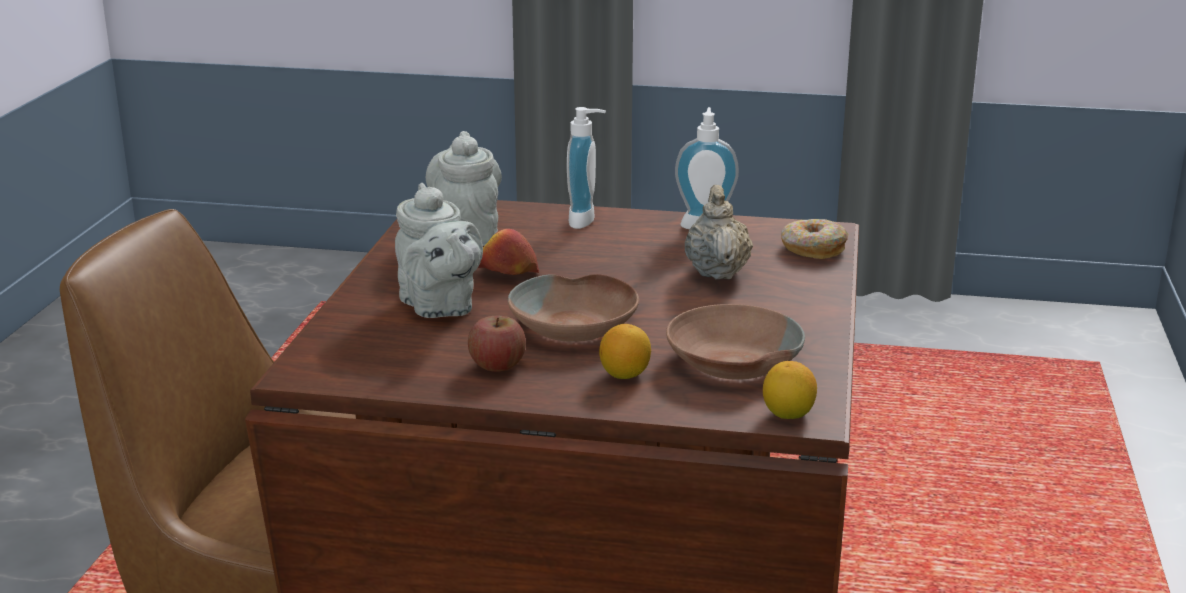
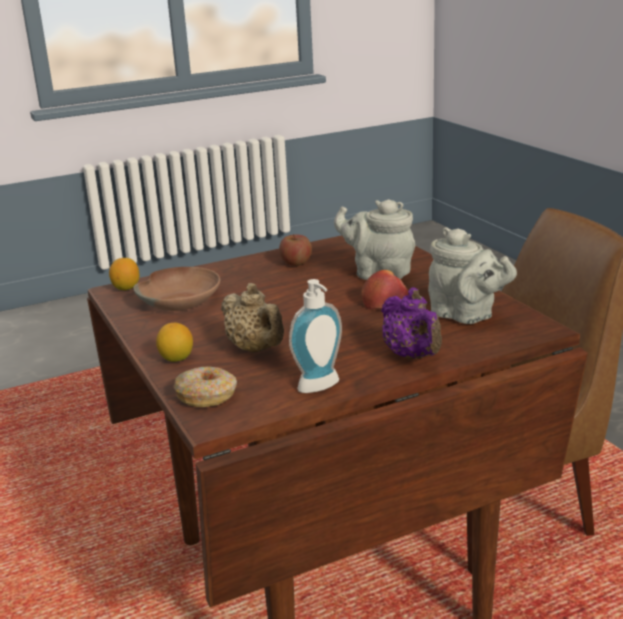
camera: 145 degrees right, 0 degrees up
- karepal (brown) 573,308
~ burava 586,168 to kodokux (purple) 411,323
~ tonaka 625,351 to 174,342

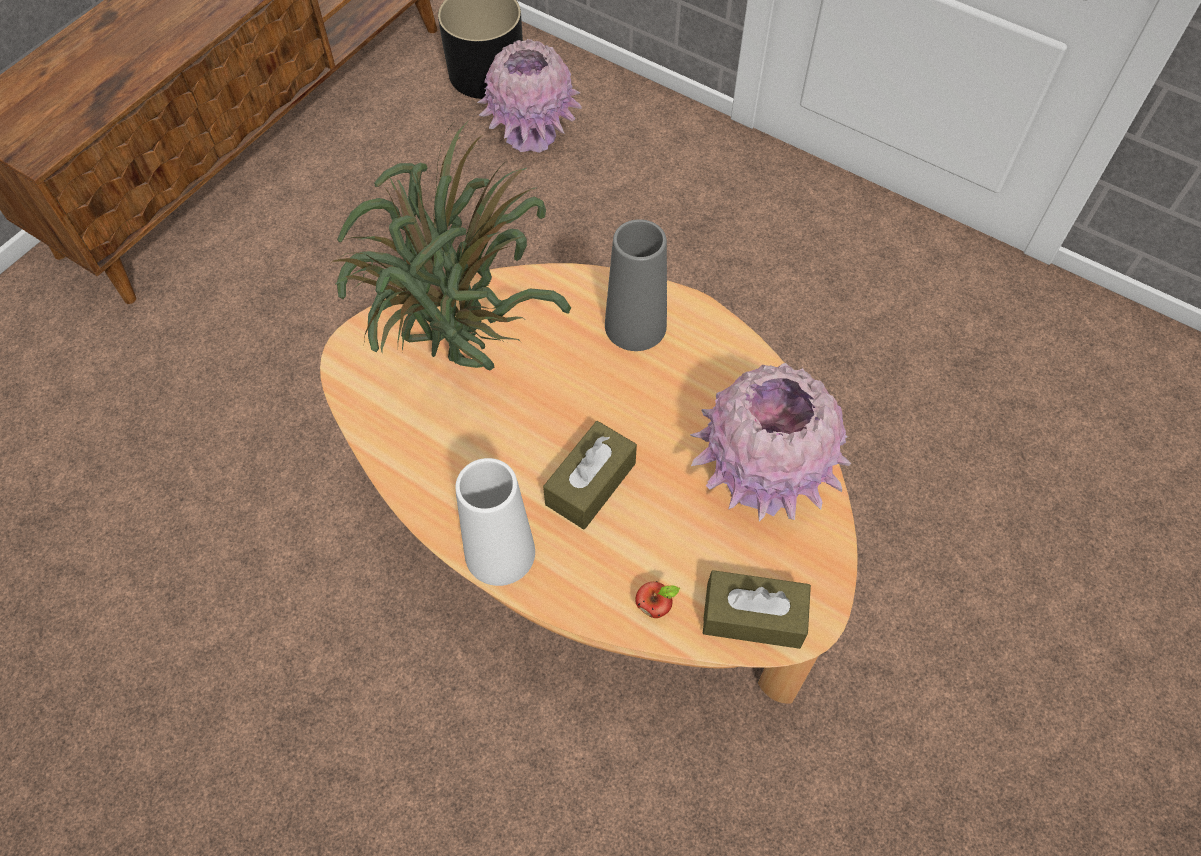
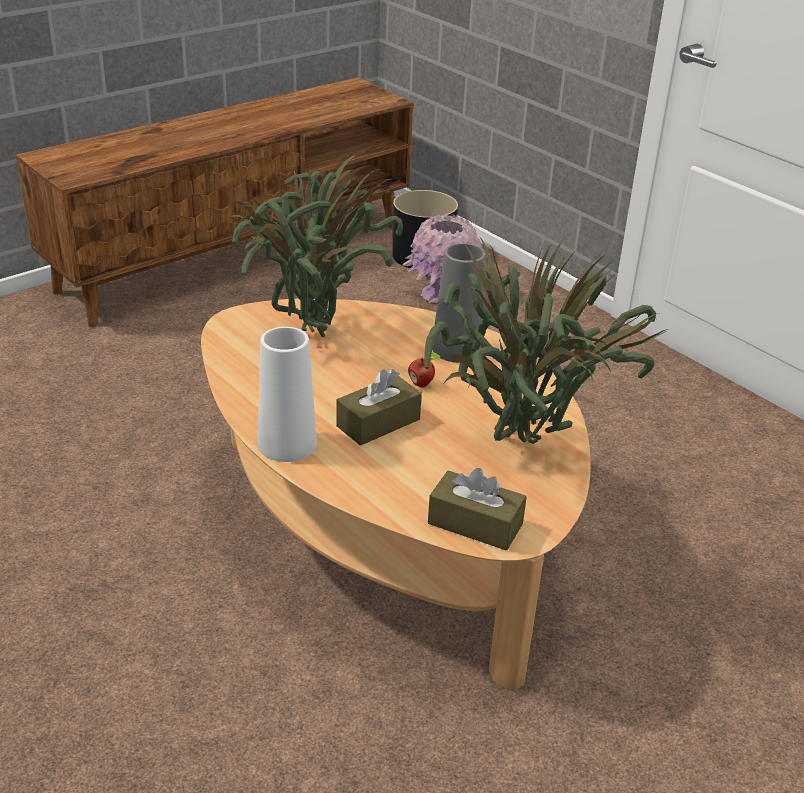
camera: 15 degrees right, 25 degrees down
~ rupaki 658,599 to 424,370
~ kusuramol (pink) 770,442 to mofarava 545,339

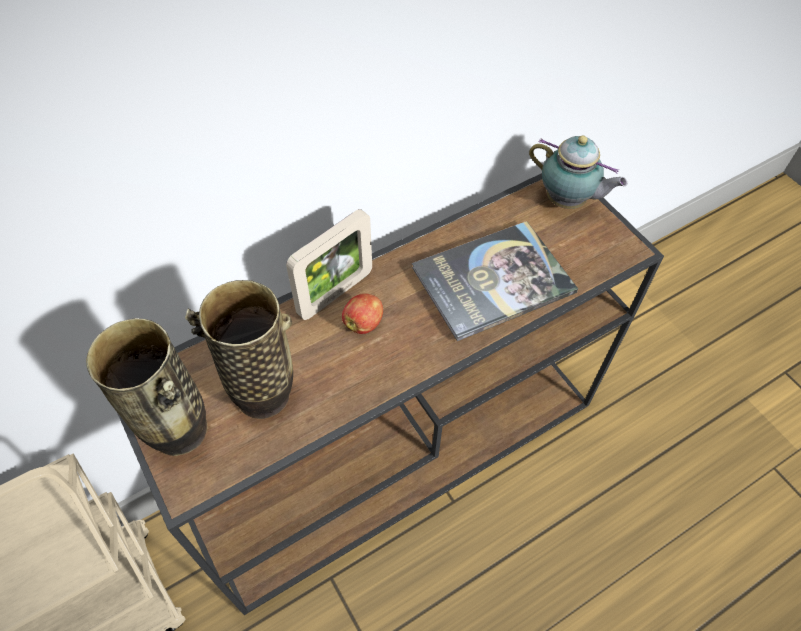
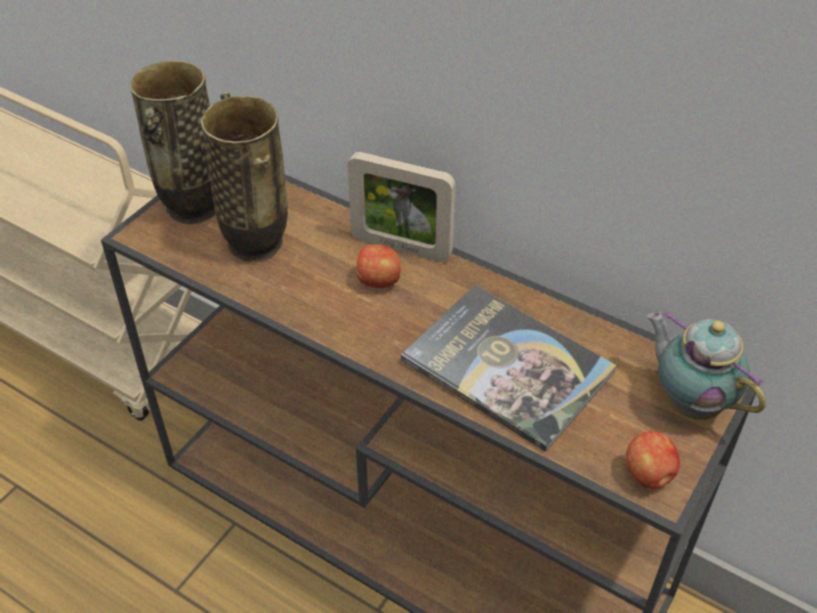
camera: 65 degrees right, 10 degrees down
~ kodokux 578,172 = 706,365 135 degrees clockwise
+ rupaki 653,460

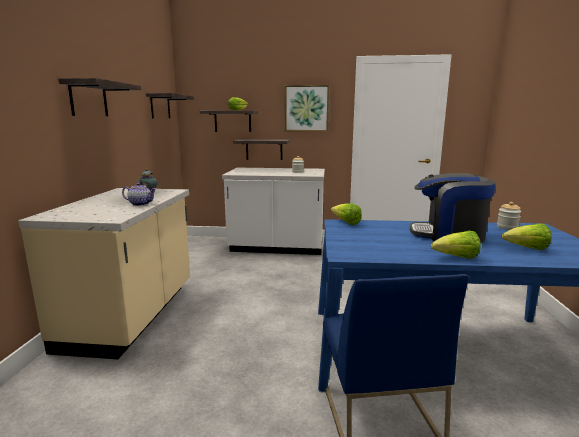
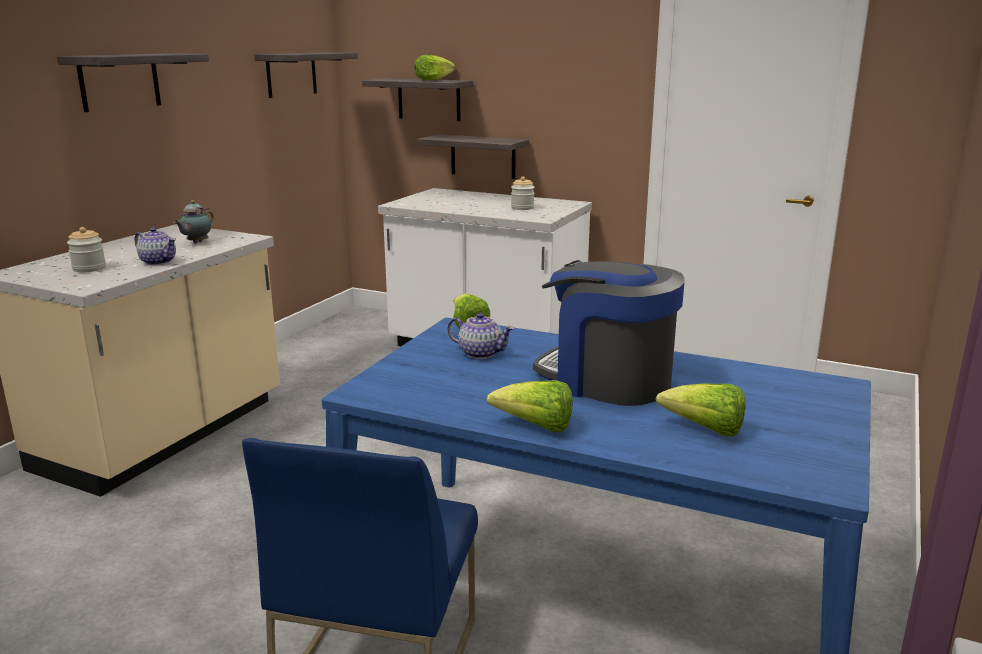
camera: 20 degrees right, 5 degrees up
- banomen 306,108
~ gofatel 509,216 to 86,249
+ kodokux 481,336

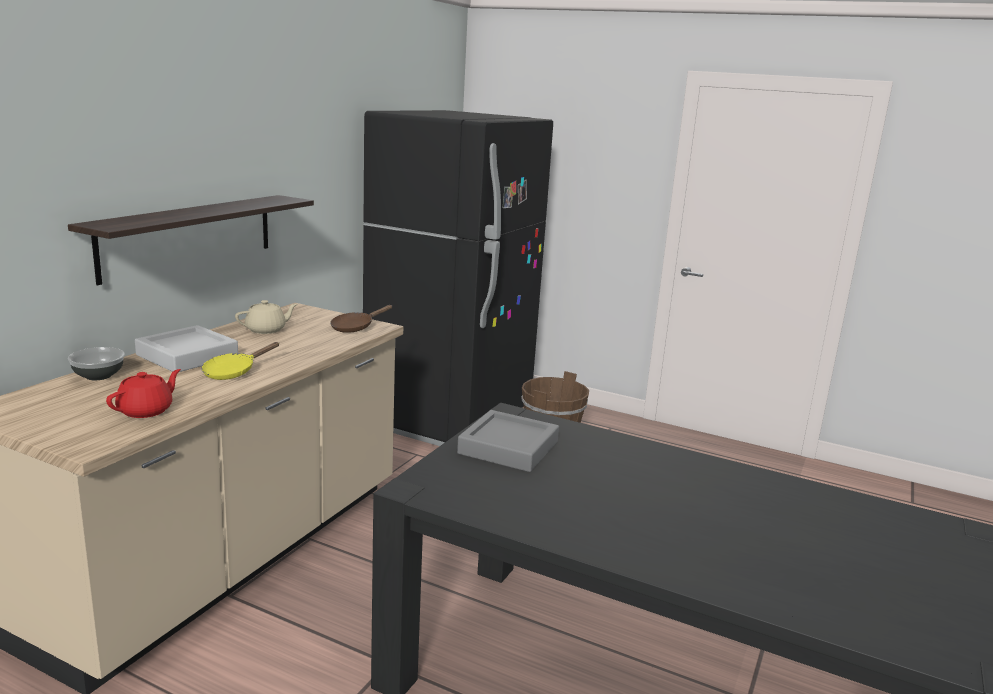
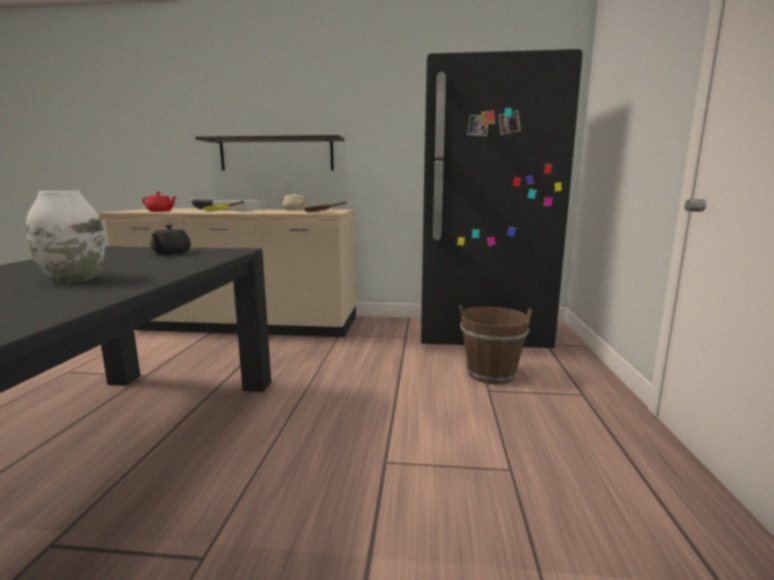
camera: 70 degrees right, 5 degrees down
~ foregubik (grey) 508,441 to kodokux (black) 170,240
+ kusuramol (white) 65,237

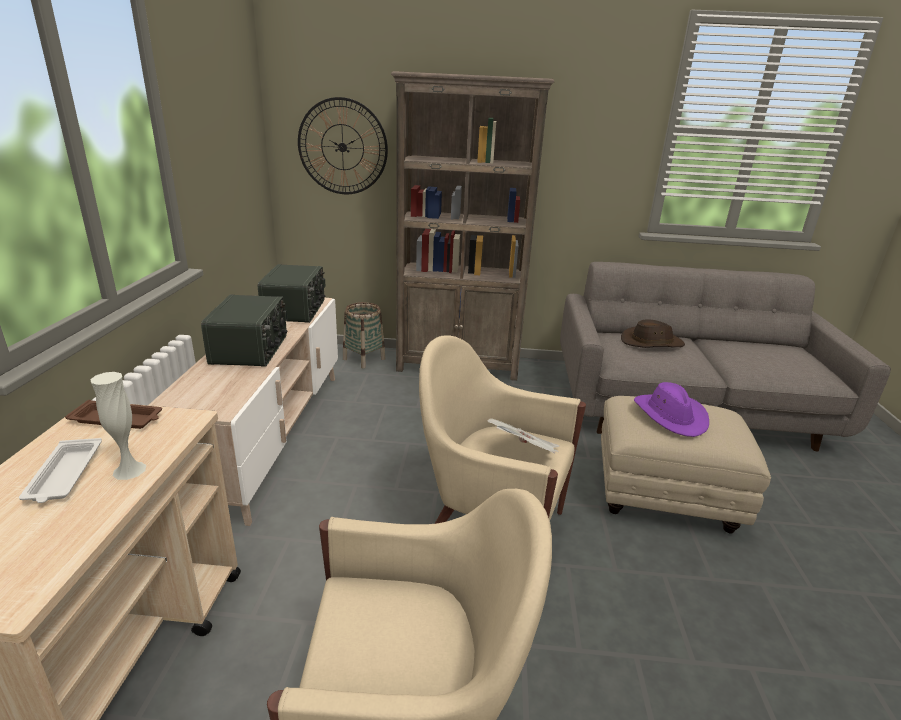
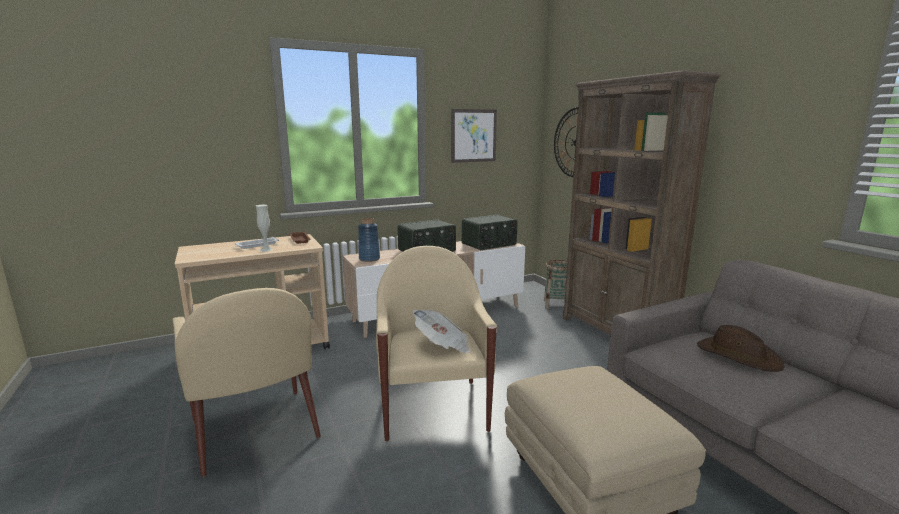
camera: 60 degrees right, 10 degrees down
- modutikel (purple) 671,409
+ kusuramol (blue) 369,240
+ banomen 474,136

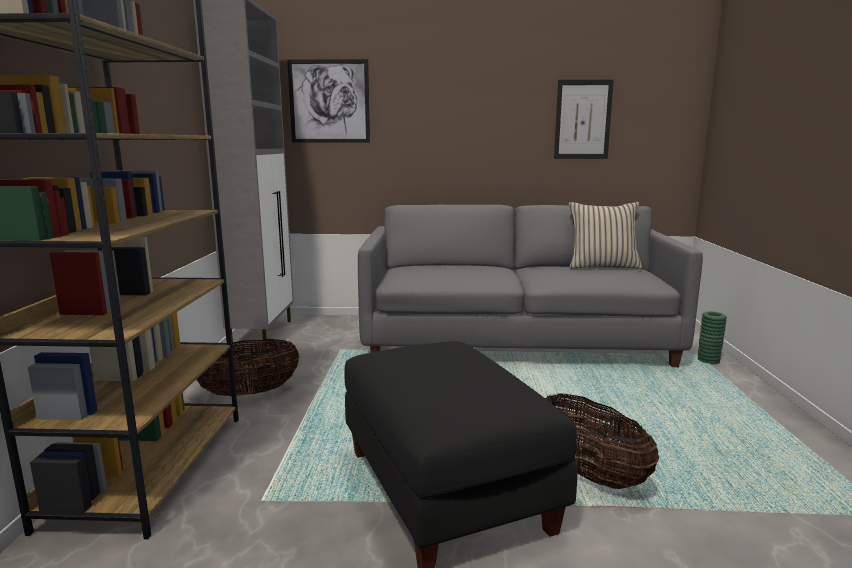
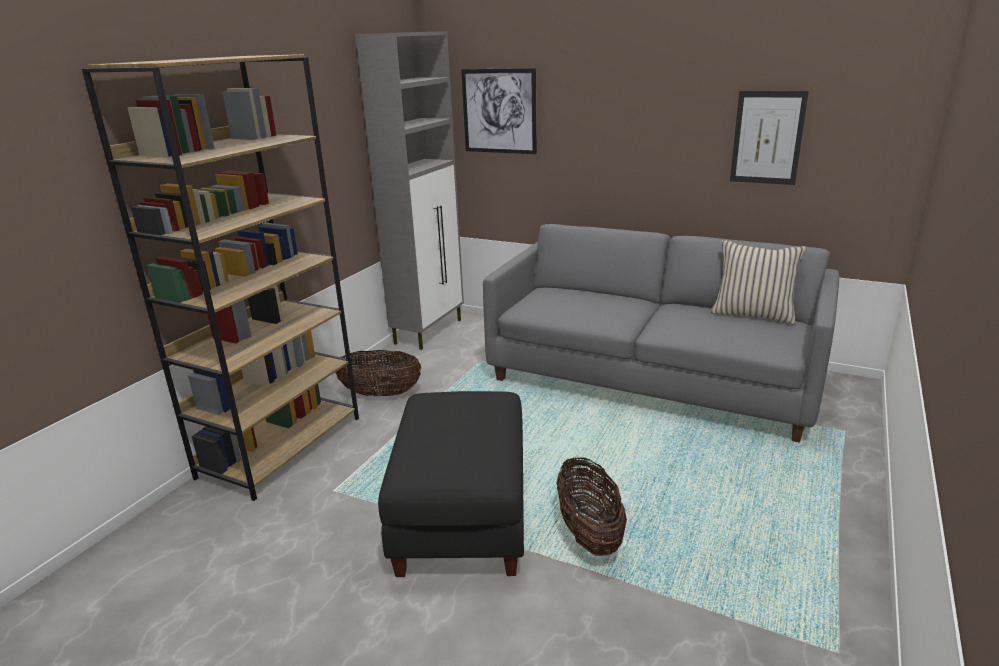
camera: 25 degrees right, 10 degrees up
- kusuramol (green) 712,337

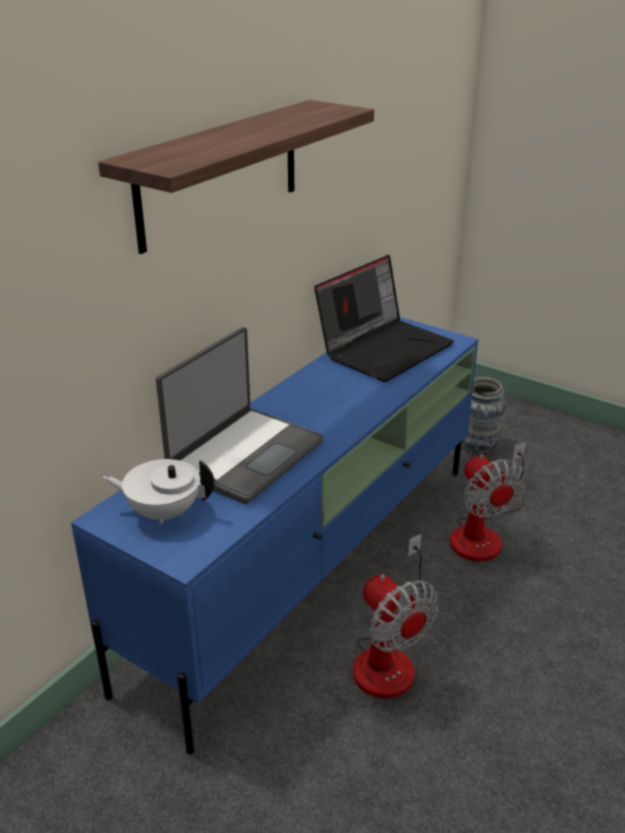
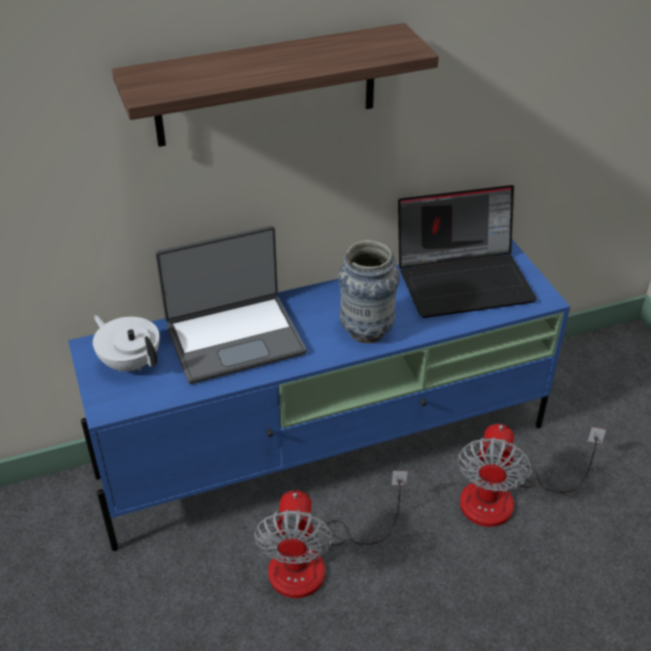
camera: 35 degrees right, 10 degrees up
~ kusuramol 484,416 to 369,291

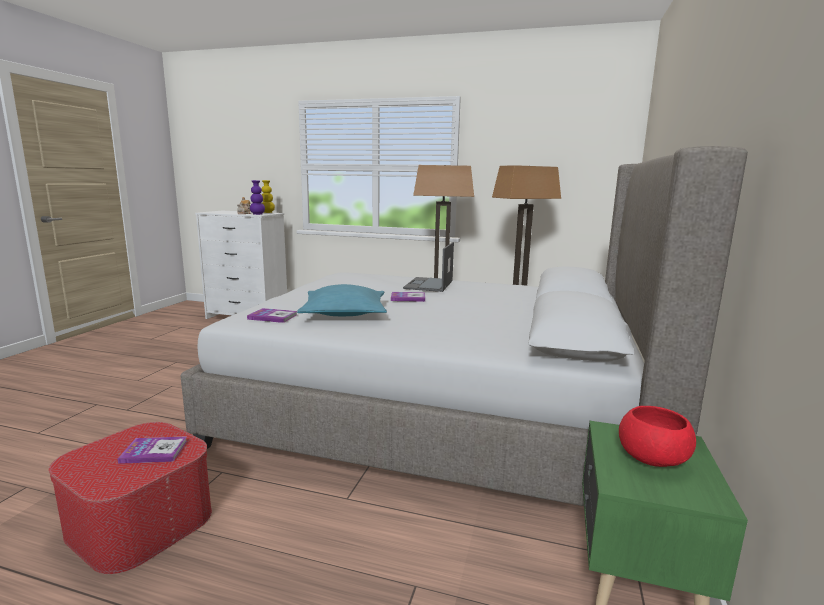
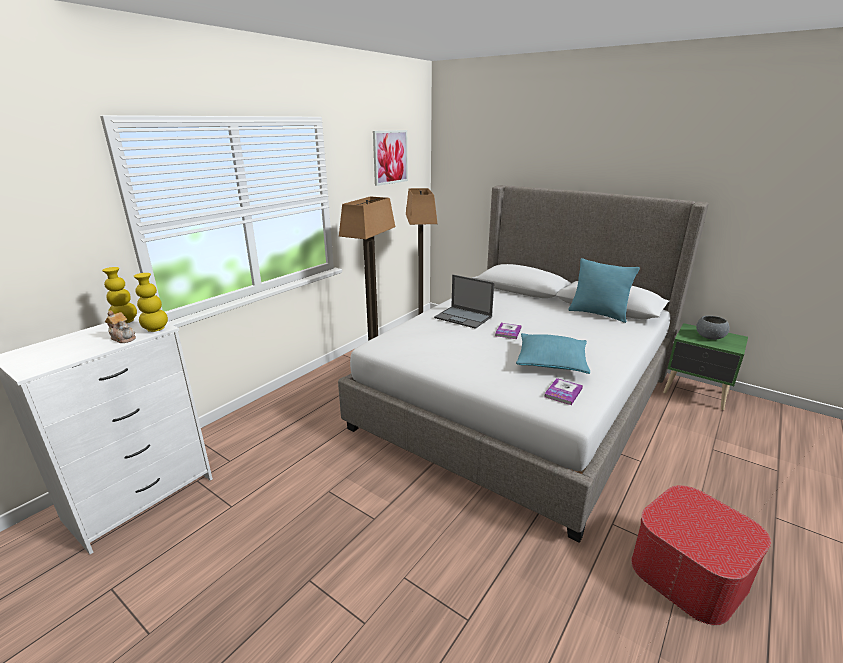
camera: 70 degrees left, 10 degrees up
- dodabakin 152,450
~ kusuramol (purple) 257,197 to kusuramol (yellow) 151,302
~ karepal (red) 657,436 to karepal (grey) 713,328
+ banomen 390,158
+ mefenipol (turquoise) 604,290

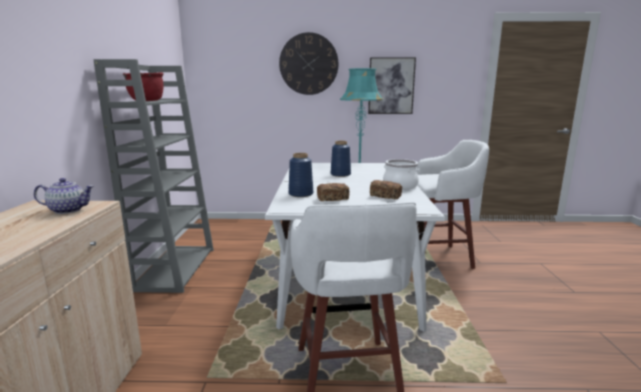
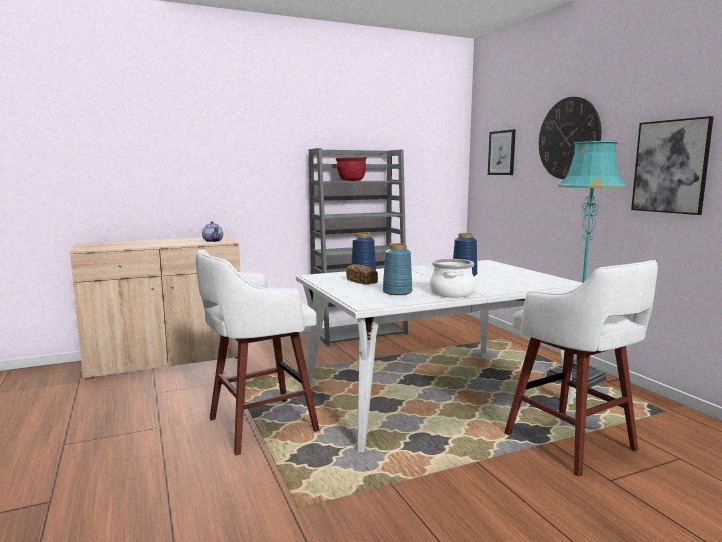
camera: 65 degrees right, 5 degrees down
~ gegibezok 386,189 to kusuramol (blue) 397,269
+ banomen 502,152

